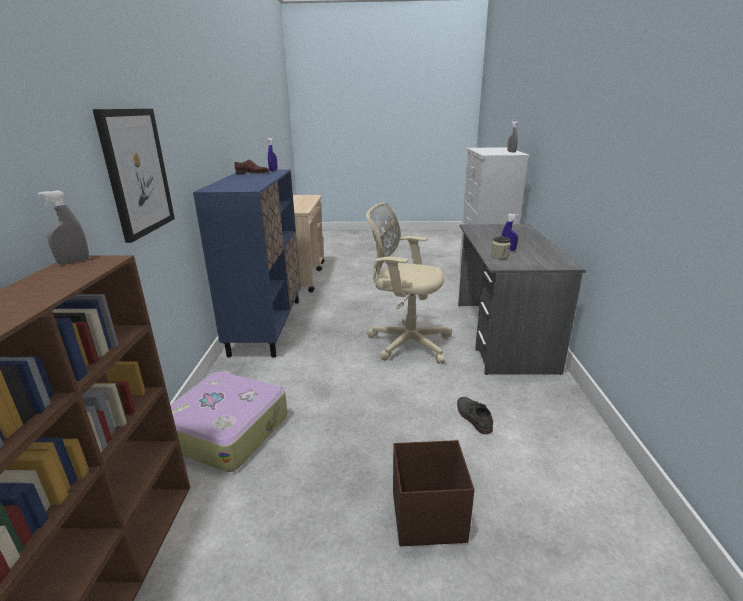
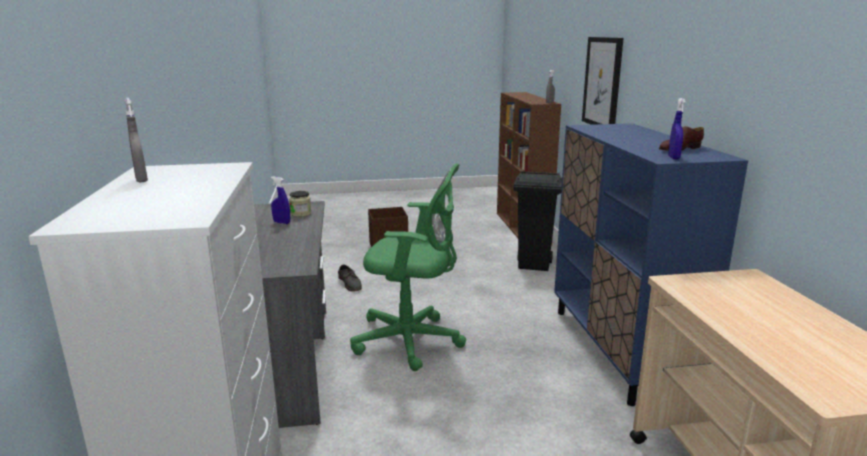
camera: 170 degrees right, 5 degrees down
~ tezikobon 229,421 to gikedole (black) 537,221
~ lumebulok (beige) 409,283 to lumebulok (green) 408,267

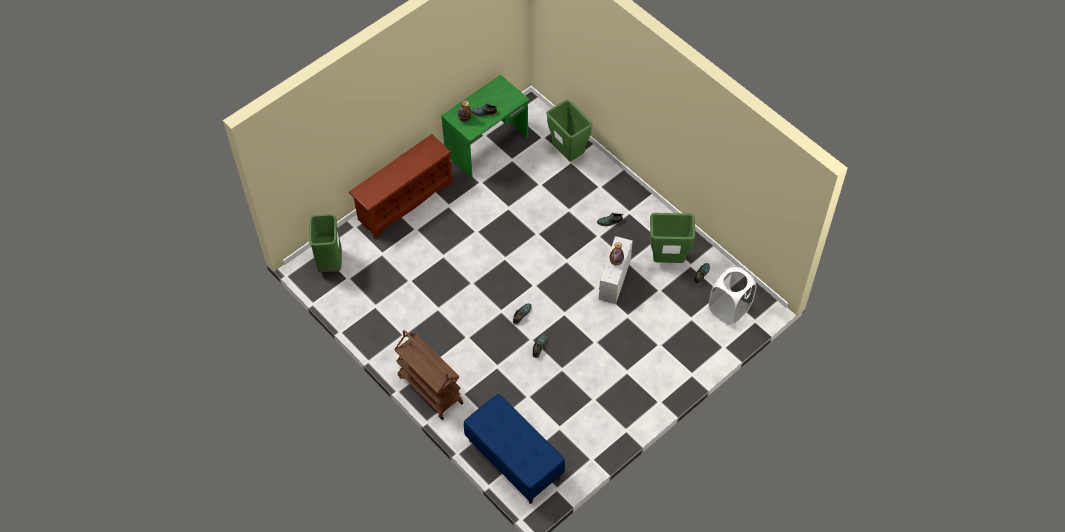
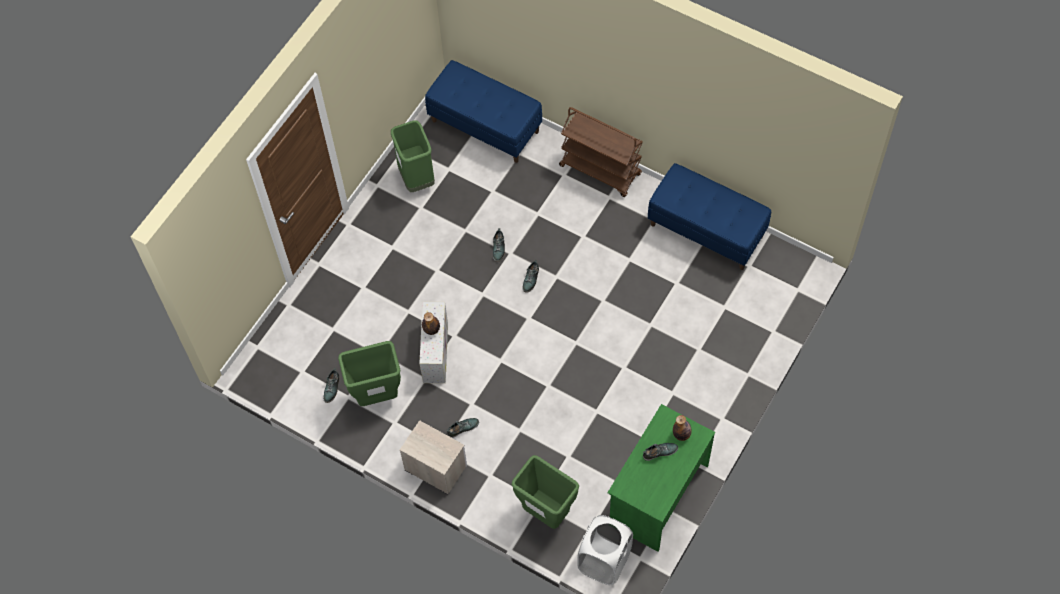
camera: 165 degrees right, 5 degrees up
~ gikedole (green) 325,243 to 413,156
- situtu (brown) 401,186
~ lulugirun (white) 733,295 to 605,550
+ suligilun 433,457
+ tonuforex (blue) 709,216

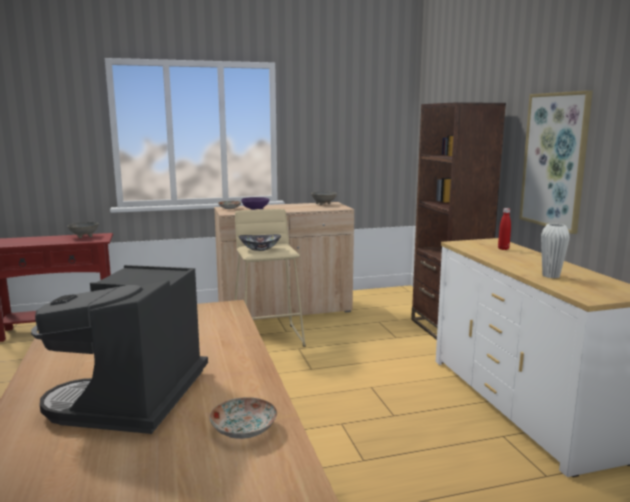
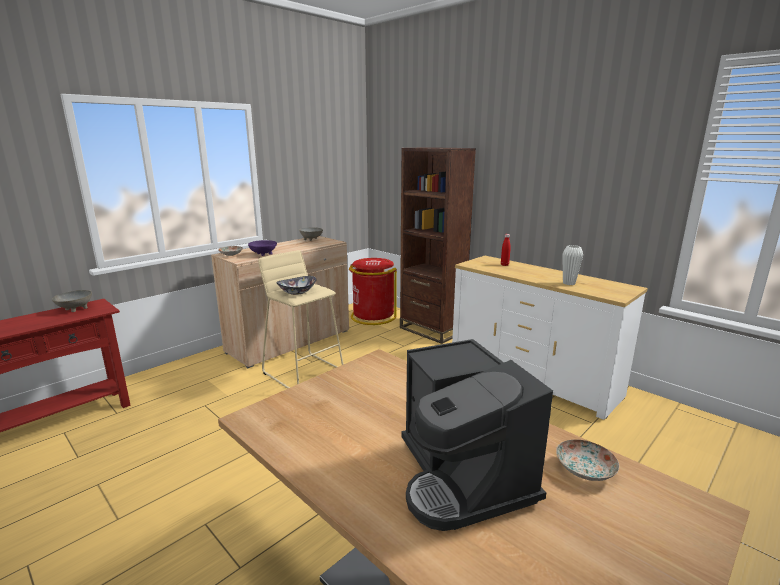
camera: 30 degrees left, 5 degrees up
- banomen 556,162
+ gikedole (red) 373,291

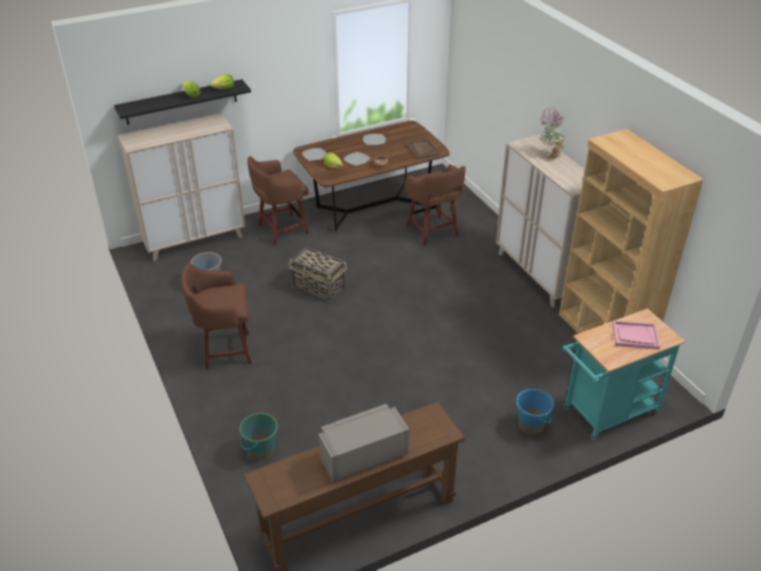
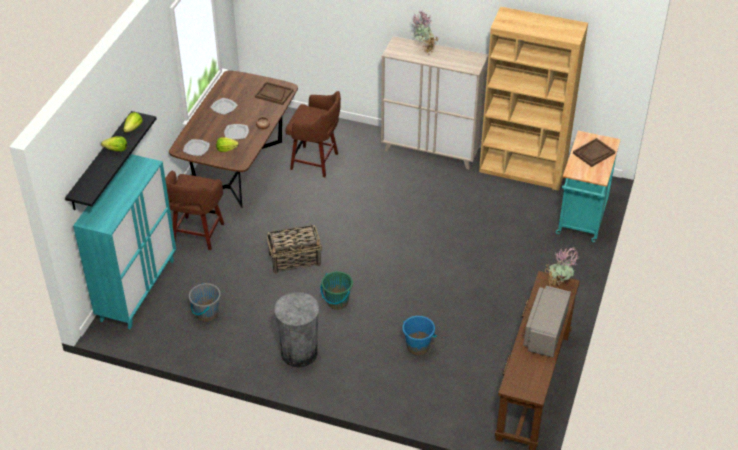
camera: 45 degrees left, 5 degrees up
~ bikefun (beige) 181,187 to bikefun (turquoise) 124,241
~ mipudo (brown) 216,316 to gikedole (grey) 296,329
~ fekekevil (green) 258,436 to 337,290
~ fekekevil (blue) 535,411 to 419,335
~ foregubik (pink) 636,335 to foregubik (brown) 594,152
+ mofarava 561,267

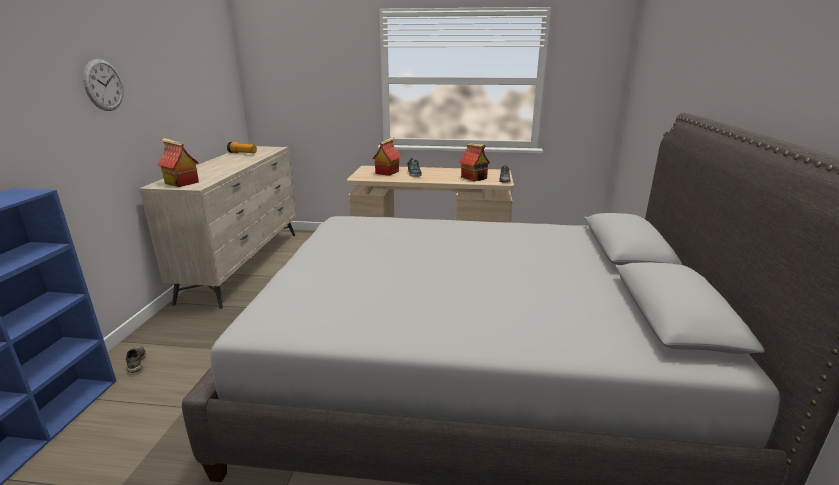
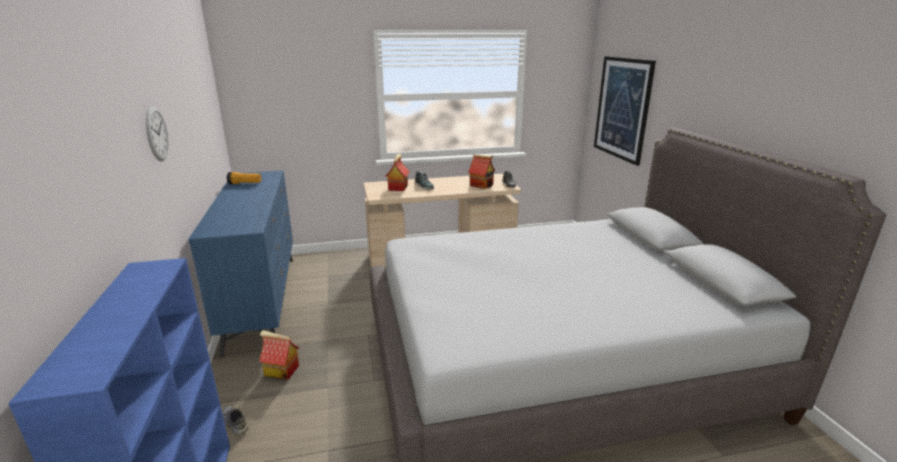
camera: 20 degrees left, 0 degrees up
~ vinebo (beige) 217,227 to vinebo (blue) 240,264
~ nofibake 178,162 to 279,355
+ banomen 625,111

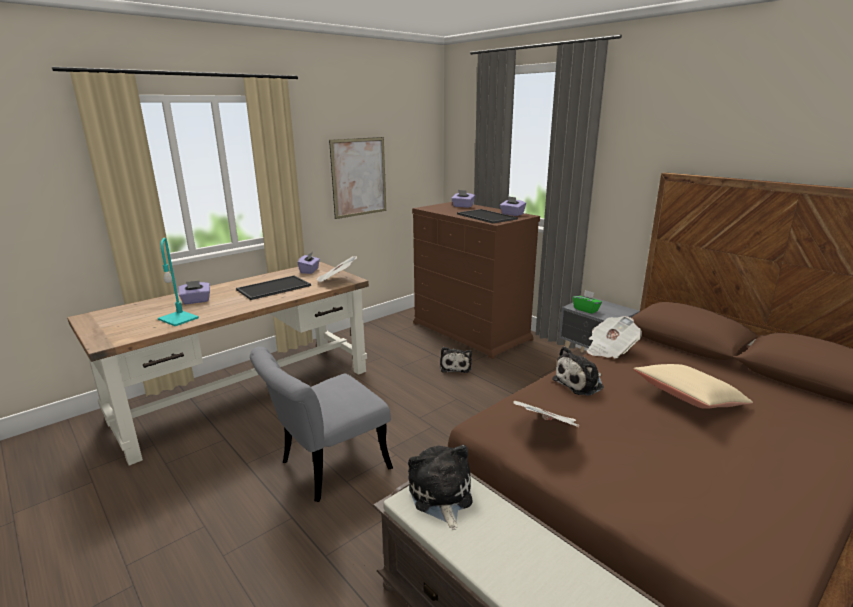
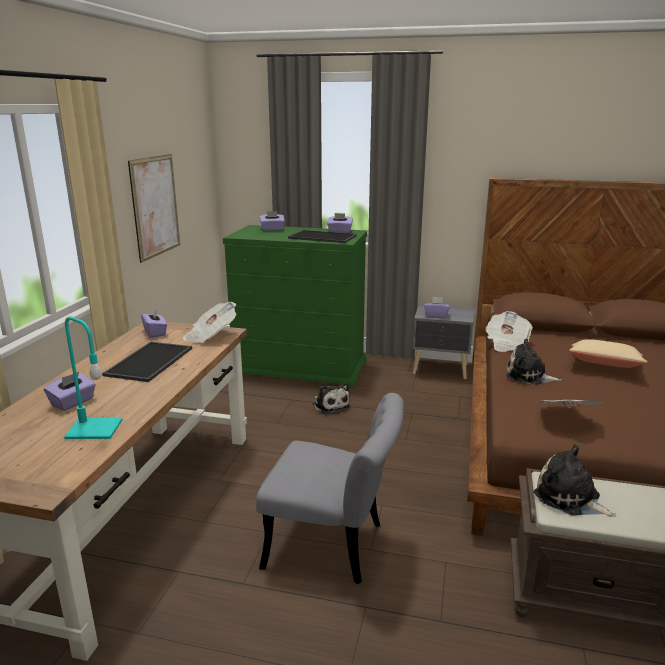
camera: 35 degrees left, 0 degrees up
~ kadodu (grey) 321,424 = 330,488 90 degrees counterclockwise
~ vinebo (brown) 476,280 to vinebo (green) 295,306
~ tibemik 578,371 = 534,362 90 degrees clockwise
~ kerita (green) 587,302 to kerita (purple) 436,307

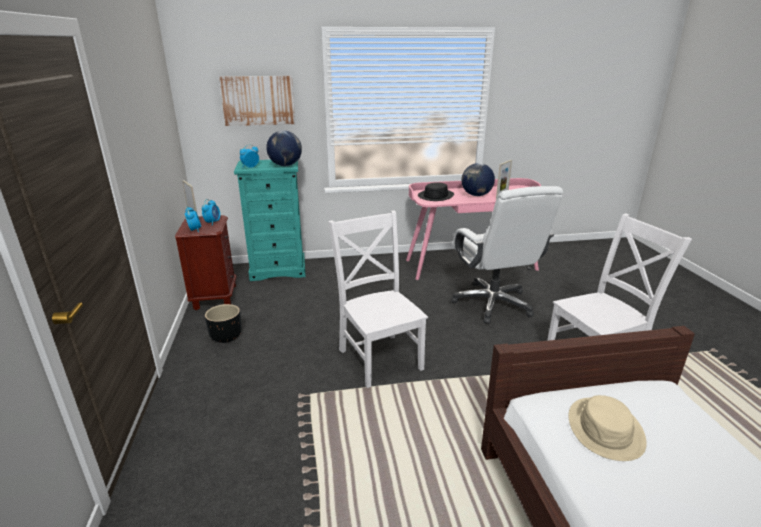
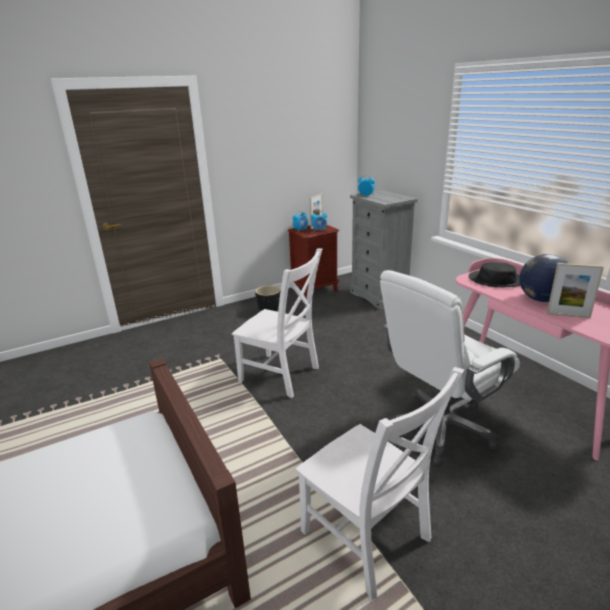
camera: 70 degrees right, 0 degrees up
- banomen 257,101
~ vinebo (turquoise) 270,220 to vinebo (grey) 384,250
- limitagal 284,148
~ kadodu (white) 378,299 = 277,323 75 degrees clockwise
- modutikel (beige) 607,428

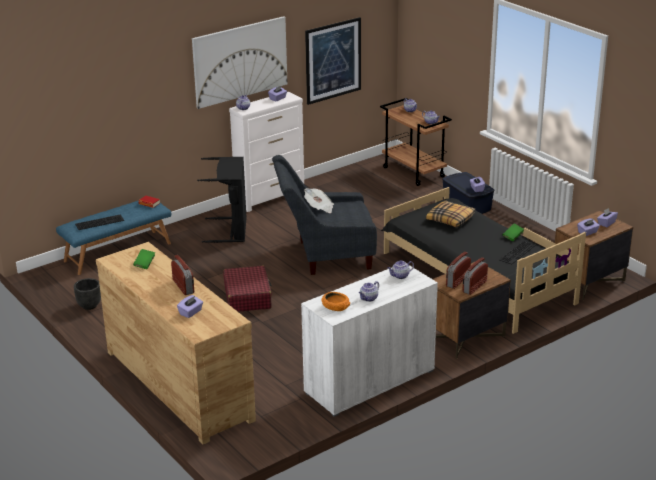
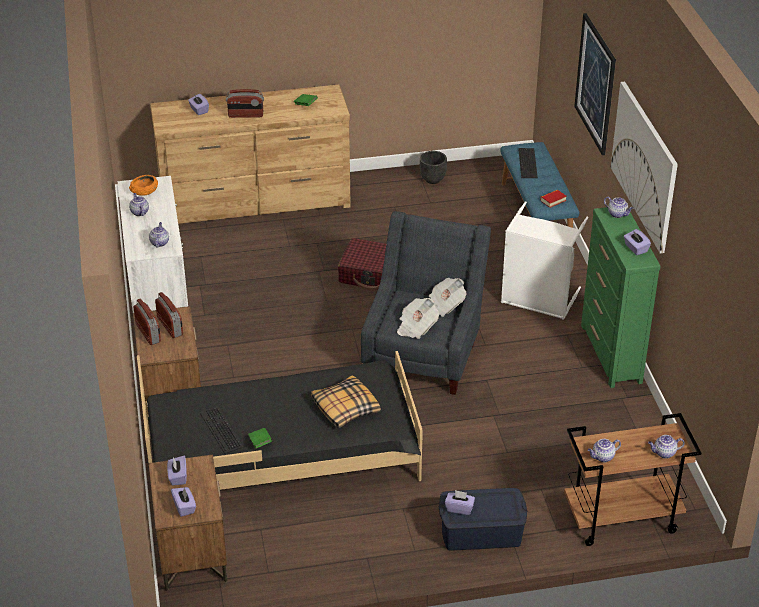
camera: 115 degrees right, 10 degrees up
~ lulugirun (black) 222,200 to lulugirun (white) 544,260
~ vinebo (white) 266,152 to vinebo (green) 620,297
~ banomen 333,61 to 595,84
+ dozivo 418,318

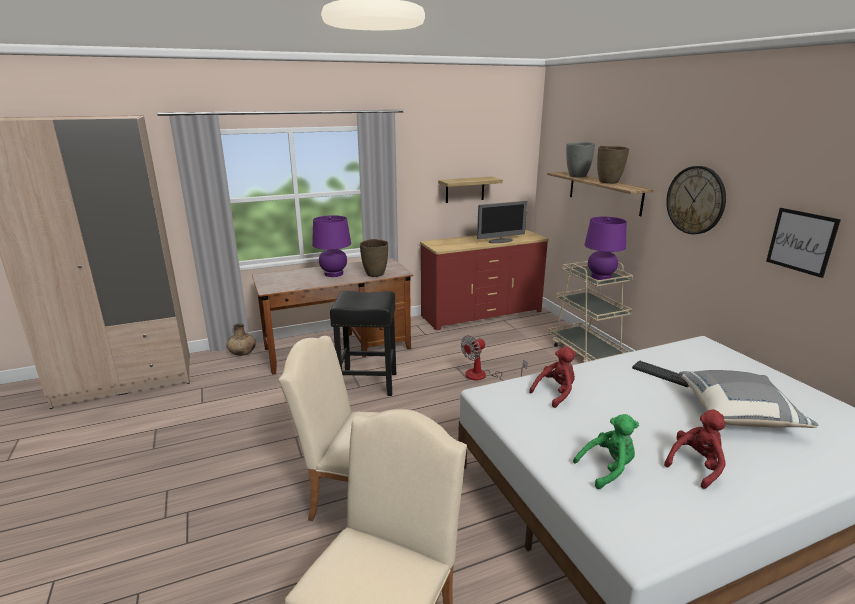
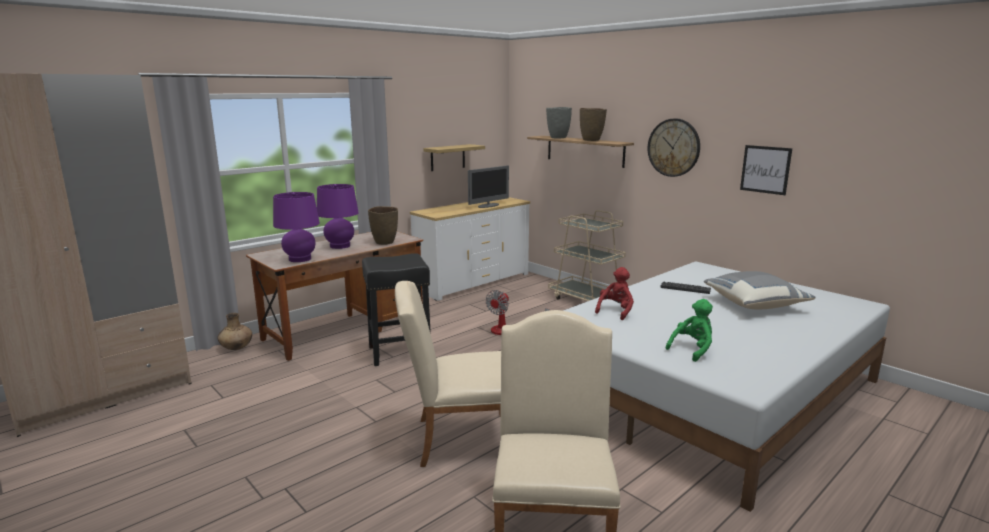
camera: 20 degrees left, 5 degrees down
~ vinebo (red) 484,280 to vinebo (white) 470,249
~ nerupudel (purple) 606,248 to 296,227
- tibemik (red) 695,449

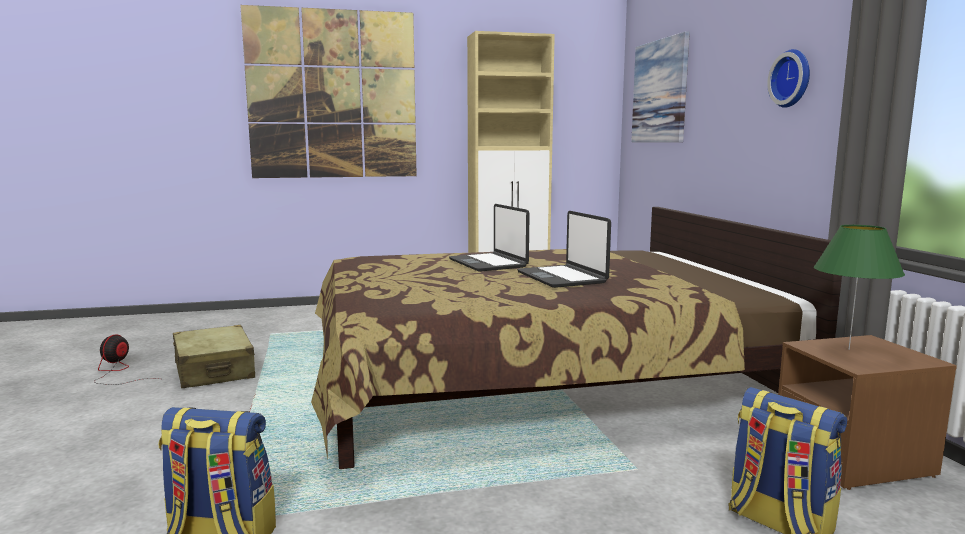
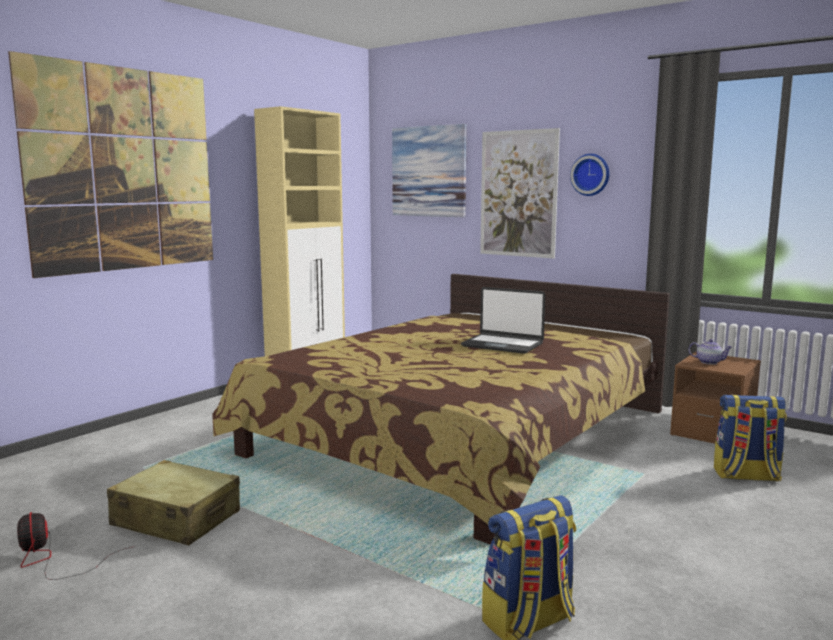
camera: 40 degrees left, 0 degrees up
- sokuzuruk 489,238
~ nerupudel (green) 859,287 to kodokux 710,352
+ banomen 520,193

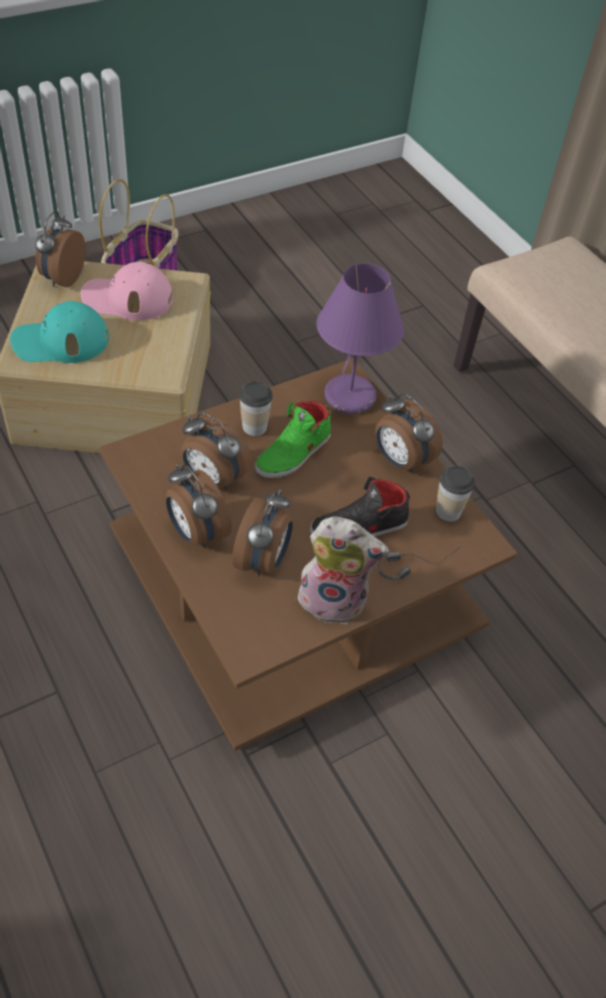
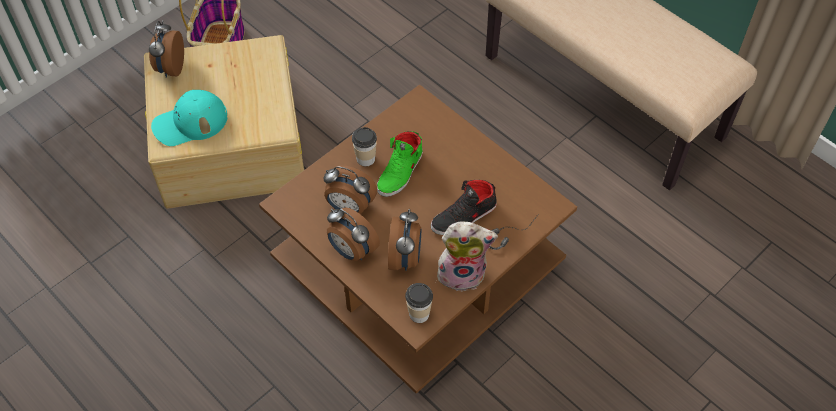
camera: 10 degrees left, 5 degrees up
- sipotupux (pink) 127,291
- nerupudel (purple) 360,338
- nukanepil 409,433
~ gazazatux 455,494 to 419,303

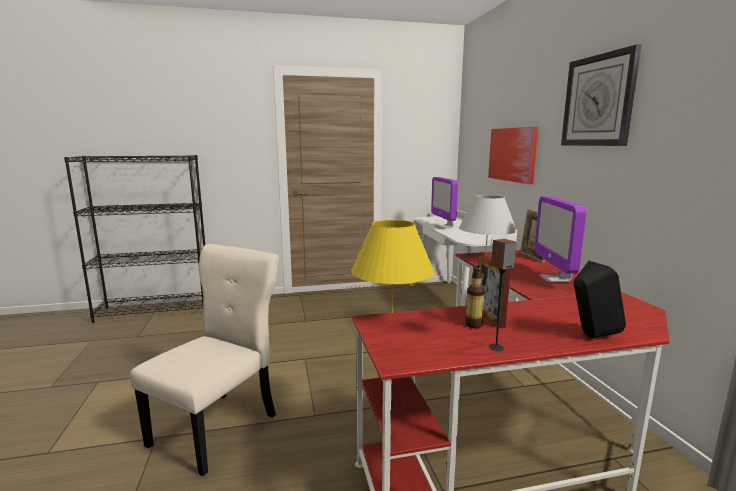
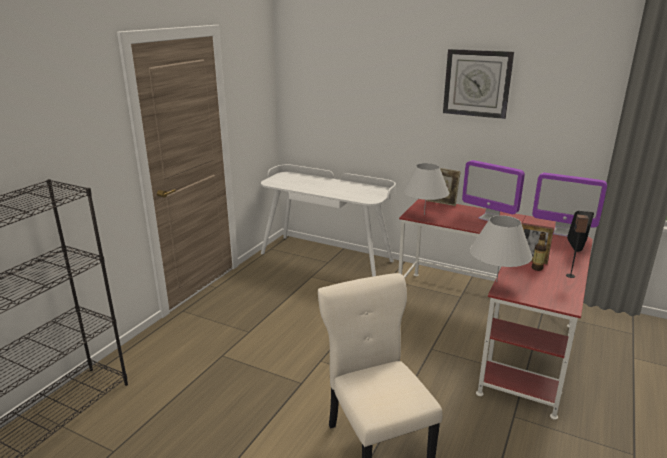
camera: 50 degrees left, 10 degrees up
~ nerupudel (yellow) 393,266 to nerupudel (white) 501,248
~ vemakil 444,203 to 569,205
- banomen 513,155

